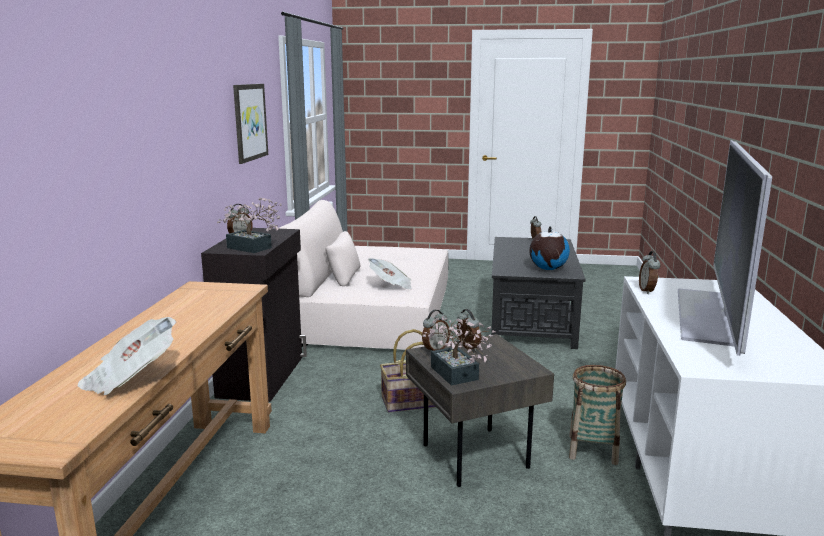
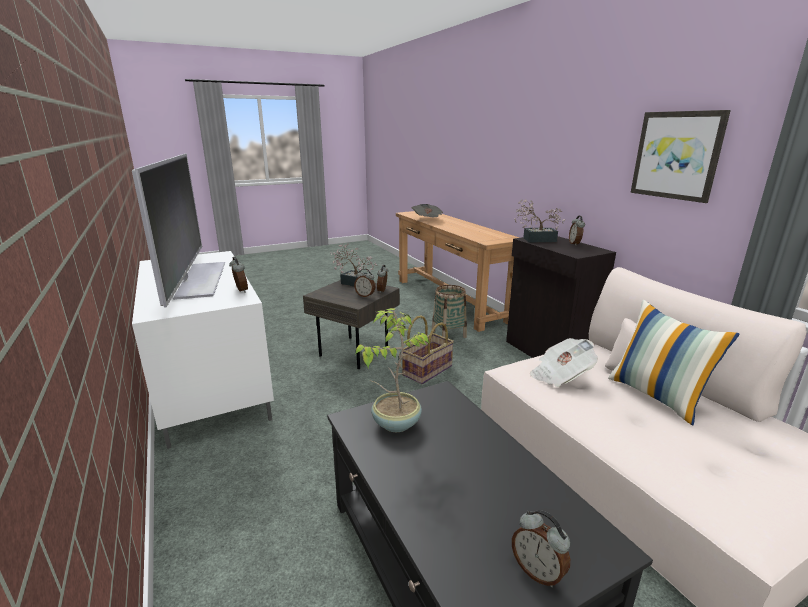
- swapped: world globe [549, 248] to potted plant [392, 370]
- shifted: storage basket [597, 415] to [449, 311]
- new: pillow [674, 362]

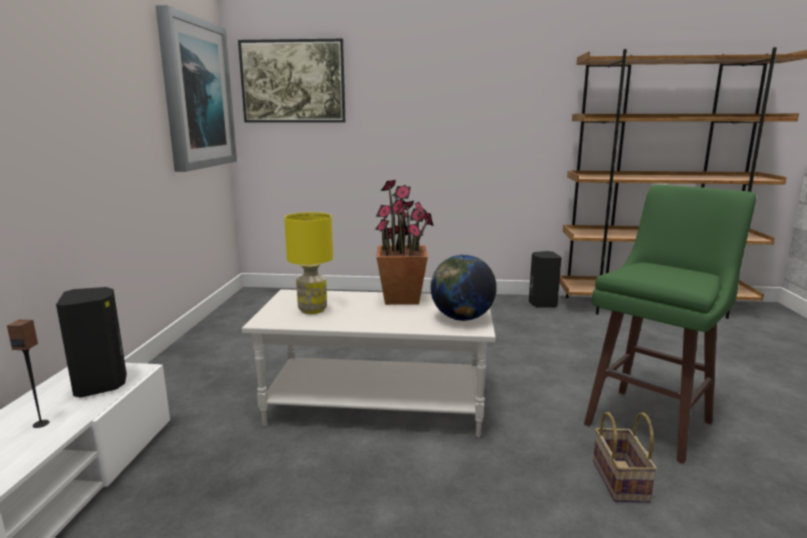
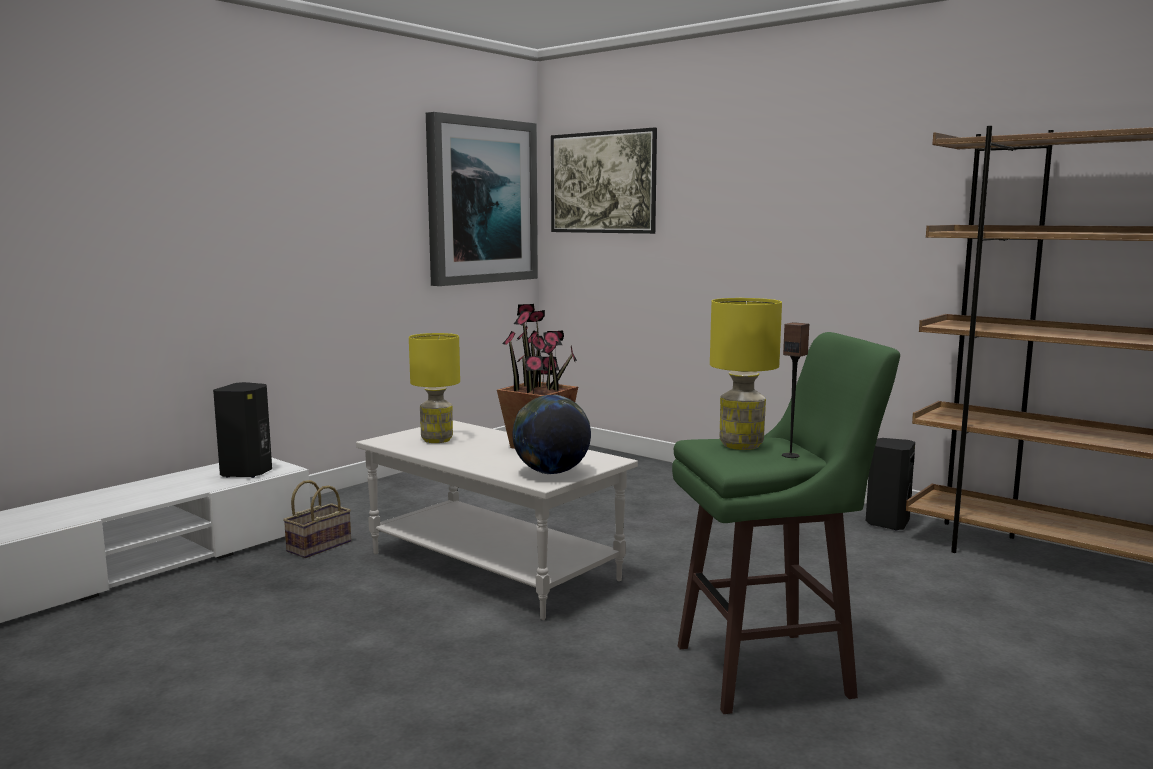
- shifted: loudspeaker [28, 374] to [795, 390]
- shifted: storage basket [625, 457] to [317, 519]
- new: tabletop lamp (yellowish) [746, 374]

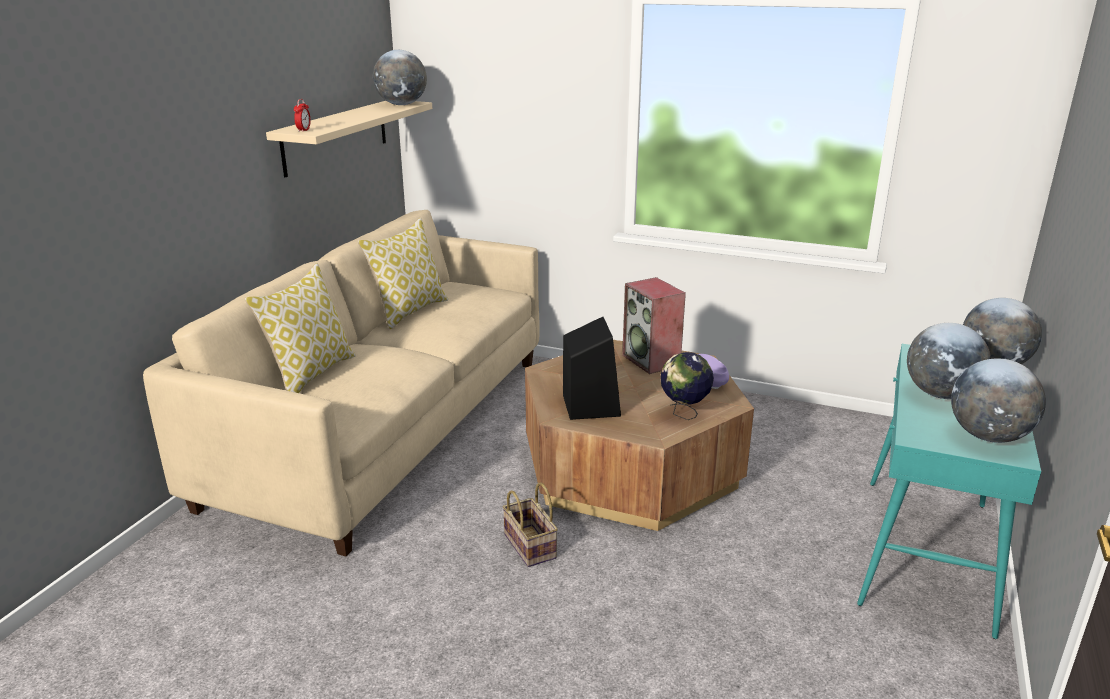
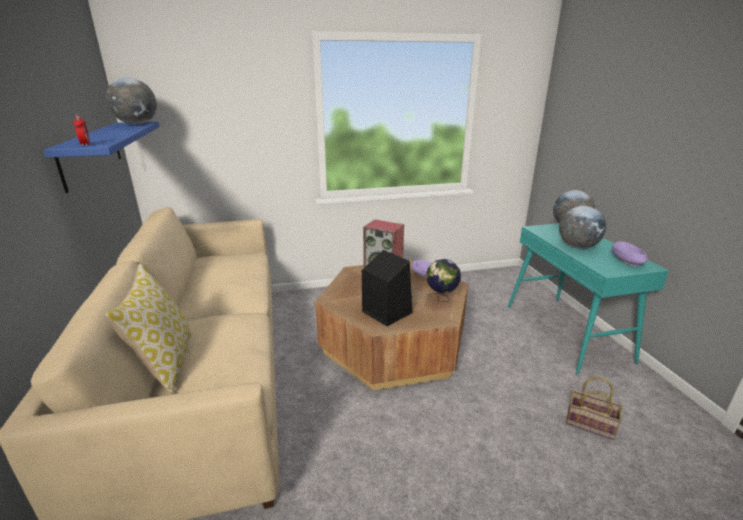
- repainted: shelf (beige) [349, 139] to shelf (blue) [101, 157]
- gone: pillow [403, 273]
- swapped: world globe [998, 400] to deep dish (purple) [630, 254]
- shifted: storage basket [530, 524] to [594, 408]

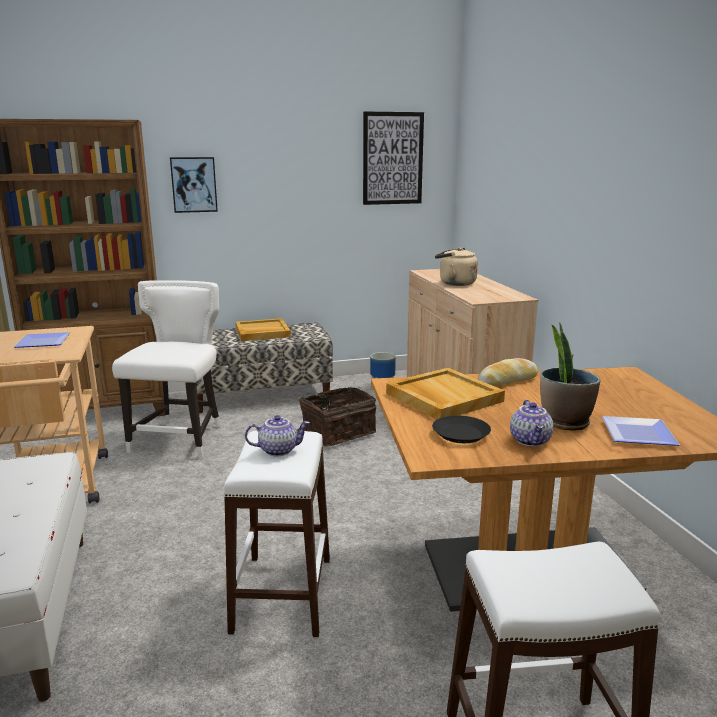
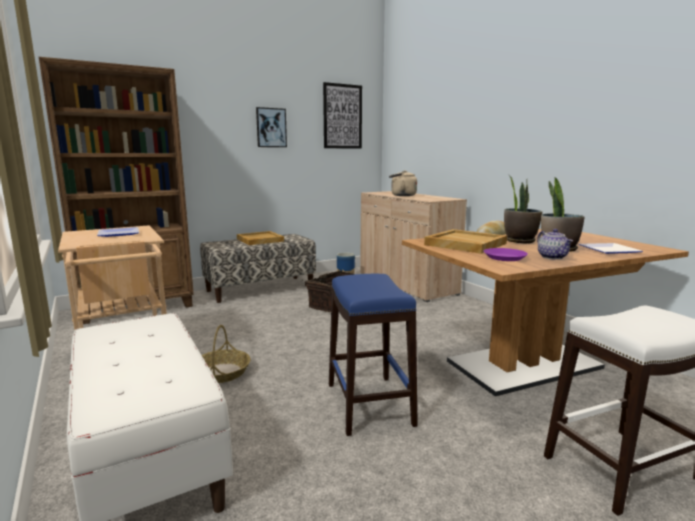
- shifted: wall picture [194, 185] to [271, 127]
- gone: chair (whitish) [166, 369]
- gone: teapot [277, 435]
- repainted: flat dish (black-coloured) [461, 429] to flat dish (purple) [506, 254]
- repainted: sitting stool (whitish) [277, 534] to sitting stool (blue) [373, 355]
- new: potted plant [523, 209]
- new: storage basket [226, 354]

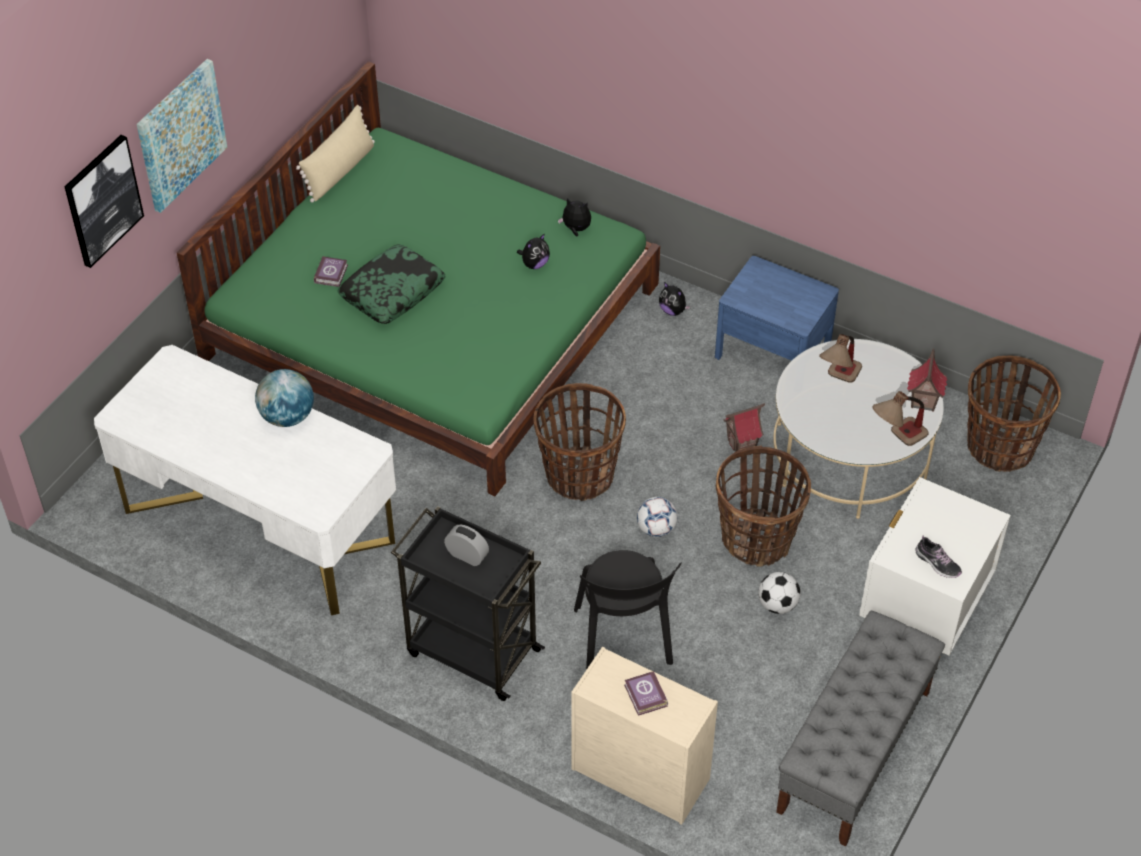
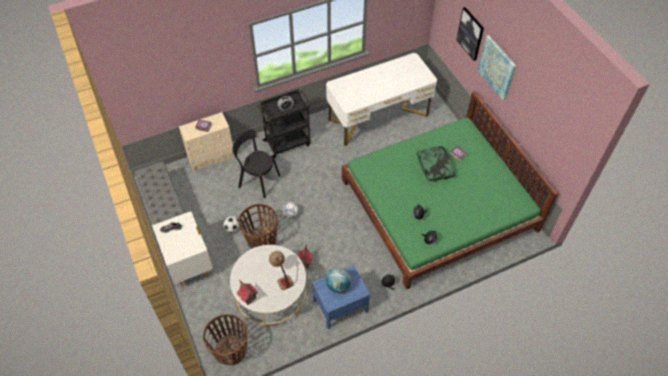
- gone: pillow (beige) [335, 154]
- shifted: world globe [284, 398] to [338, 280]
- gone: storage basket [580, 442]
- gone: tabletop lamp [901, 418]

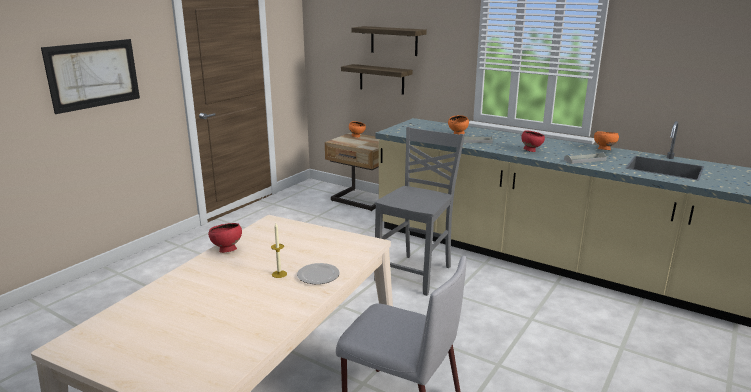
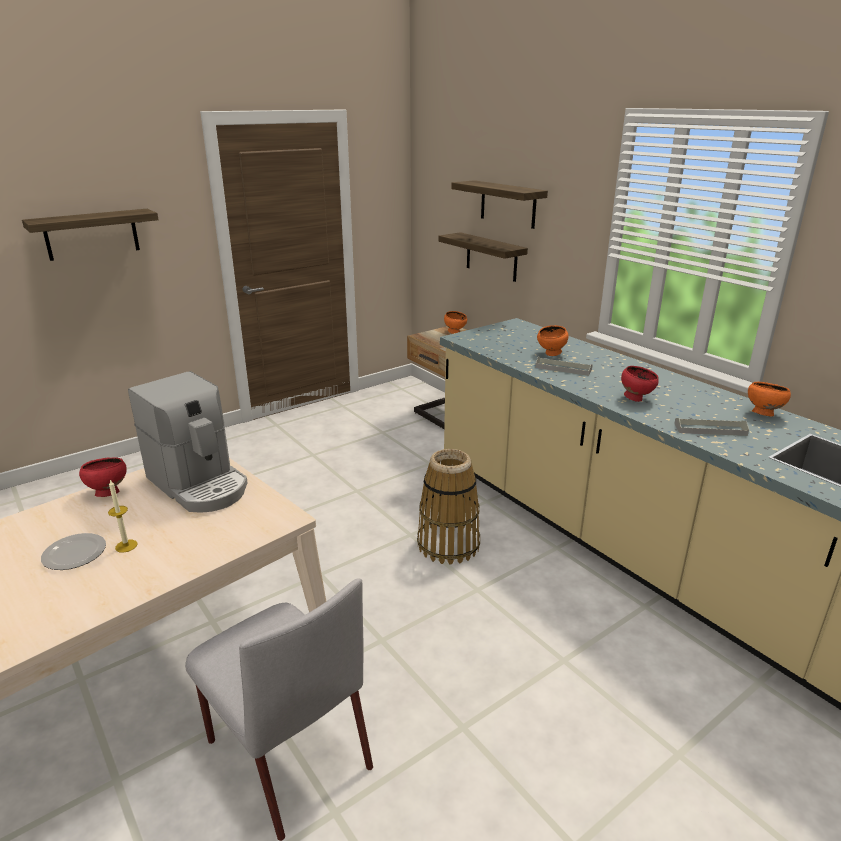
- swapped: wall picture [90, 76] to shelf [90, 235]
- swapped: chair (gray) [419, 211] to storage basket [448, 507]
- shifted: flat dish [318, 273] to [73, 551]
- new: coffee brewer [188, 442]

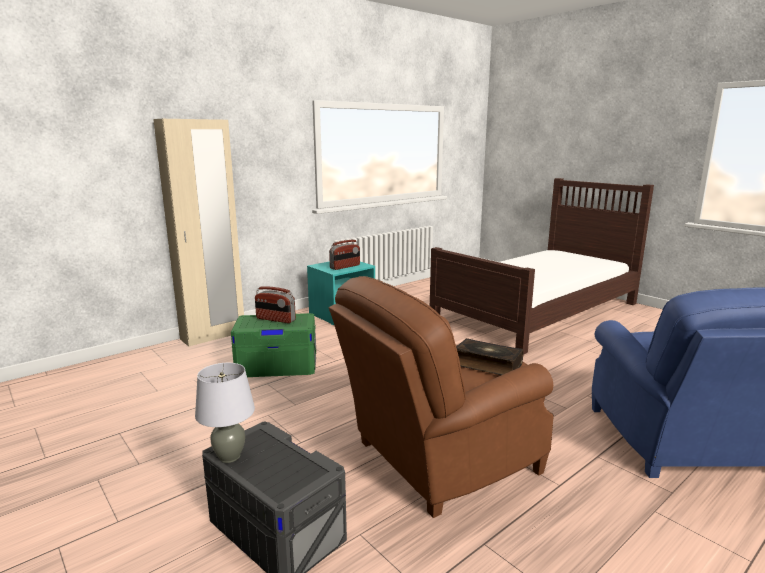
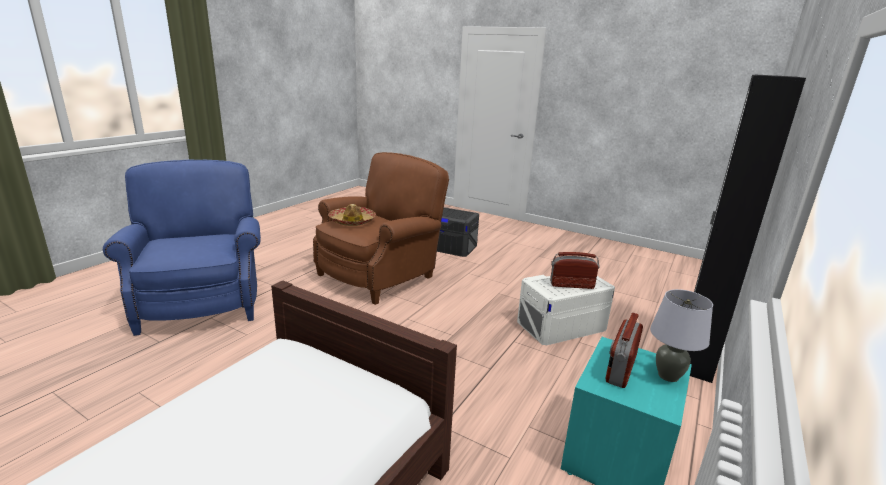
- repainted: wardrobe (beige) [198, 233] to wardrobe (black-coloured) [746, 228]
- repainted: storage bin (green) [273, 345] to storage bin (whitish) [566, 310]
- swapped: bound book [490, 356] to hat [352, 215]
- shifted: tabletop lamp (gray) [225, 413] to [681, 335]

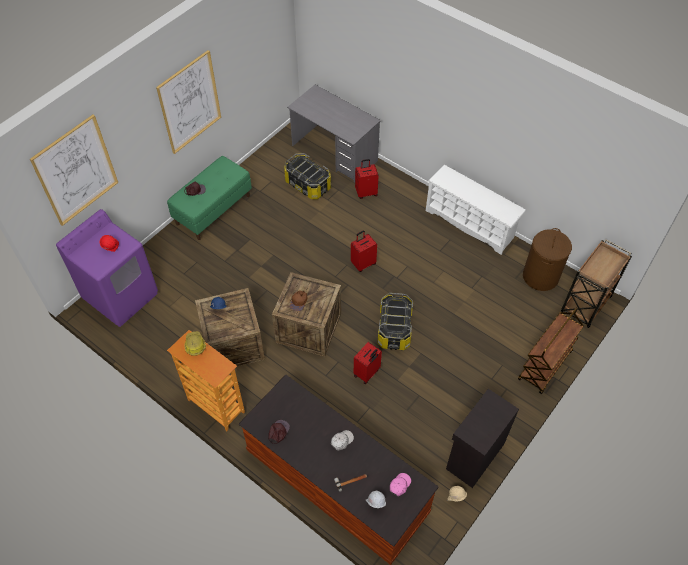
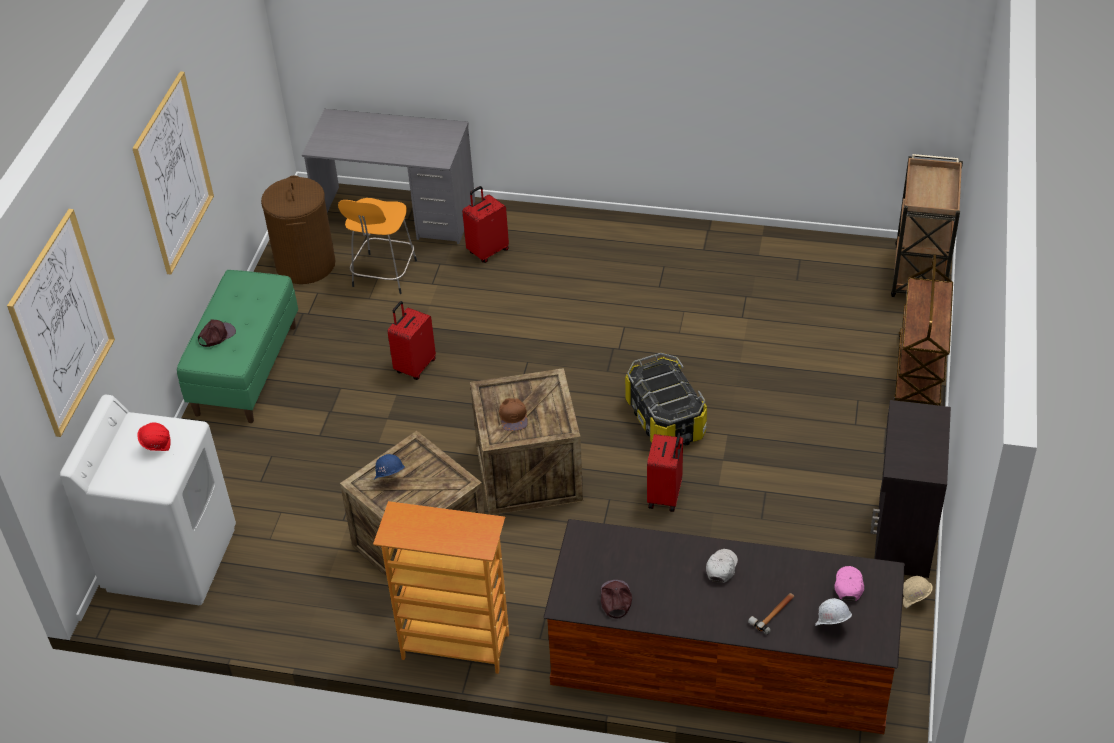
- swapped: storage bin [307, 176] to sitting stool (orange) [377, 246]
- gone: shoe shelf (whitish) [476, 210]
- repainted: laundry appliance (purple) [107, 268] to laundry appliance (whitish) [148, 500]
- shifted: hamper (brown) [547, 259] to [298, 229]
- shifted: suitcase (red) [364, 251] to [412, 340]
- gone: safety helmet [195, 343]

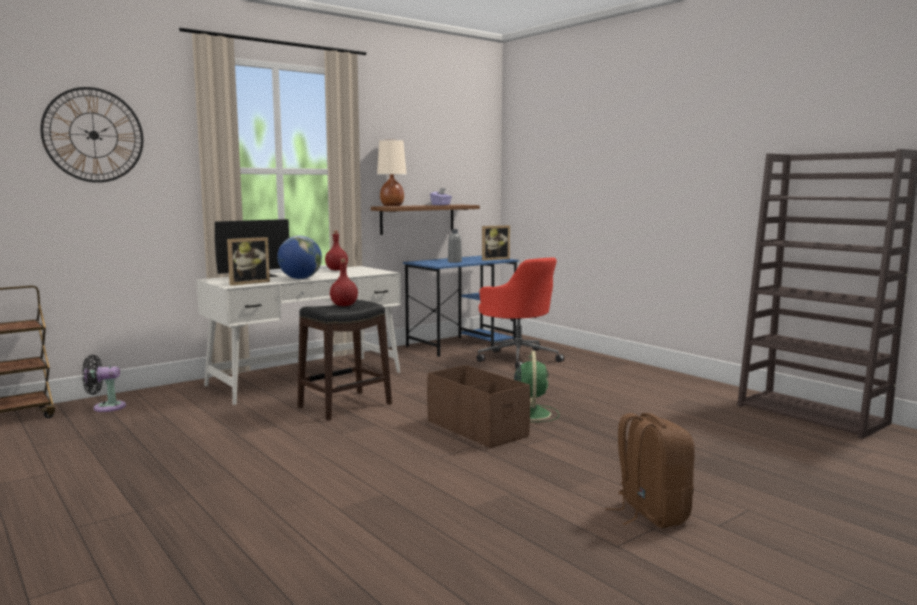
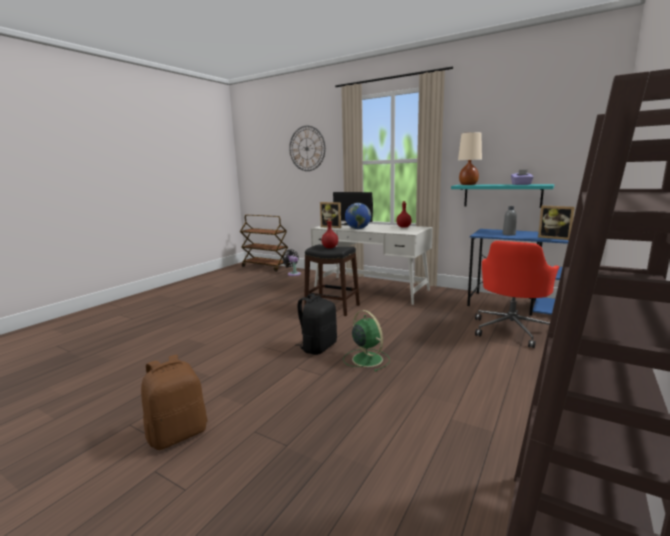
- repainted: shelf (brown) [425, 220] to shelf (turquoise-coloured) [503, 196]
- rotated: fan (green) [537, 386] = [366, 341] 105 degrees counterclockwise
- swapped: storage bin (brown) [478, 406] to knapsack (black-coloured) [316, 324]

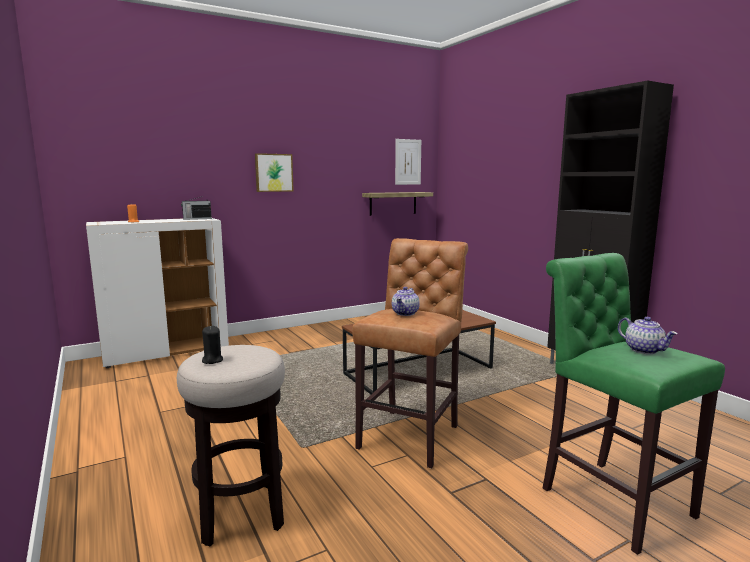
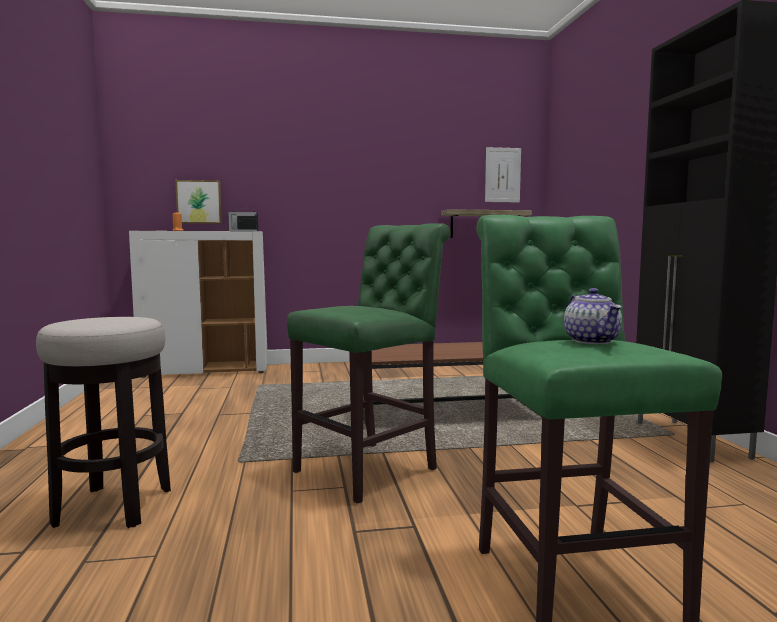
- shifted: wall picture [274, 172] to [198, 202]
- repainted: sitting stool (brown) [410, 353] to sitting stool (green) [368, 363]
- gone: teapot [406, 301]
- gone: wax light (black-coloured) [212, 345]

